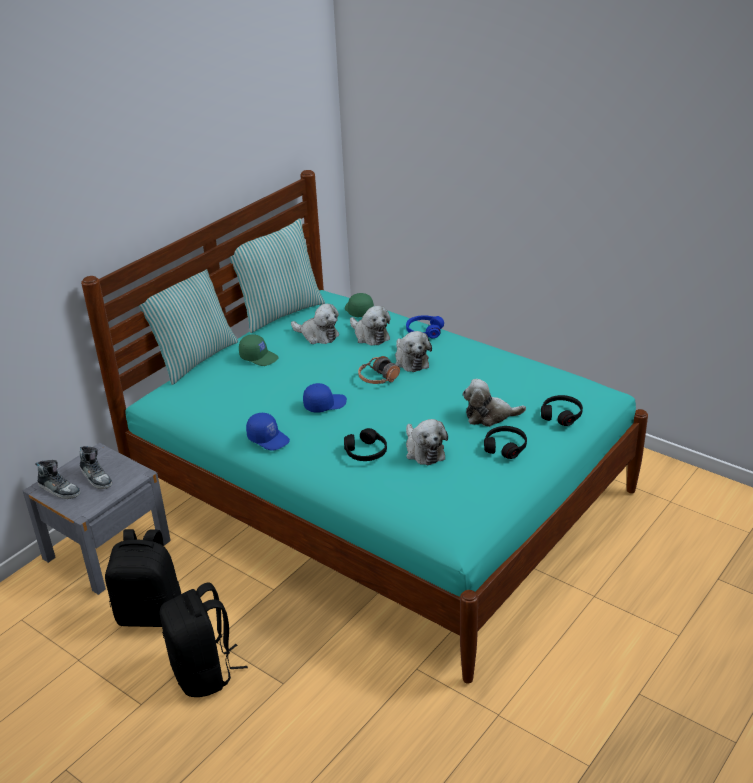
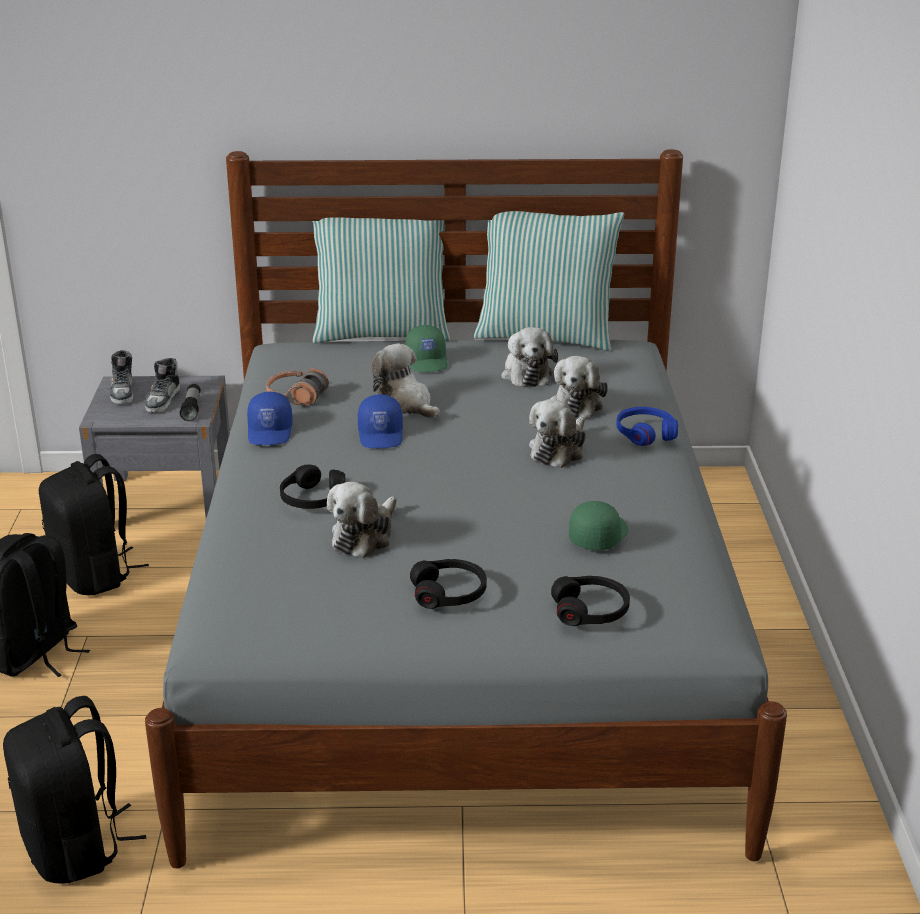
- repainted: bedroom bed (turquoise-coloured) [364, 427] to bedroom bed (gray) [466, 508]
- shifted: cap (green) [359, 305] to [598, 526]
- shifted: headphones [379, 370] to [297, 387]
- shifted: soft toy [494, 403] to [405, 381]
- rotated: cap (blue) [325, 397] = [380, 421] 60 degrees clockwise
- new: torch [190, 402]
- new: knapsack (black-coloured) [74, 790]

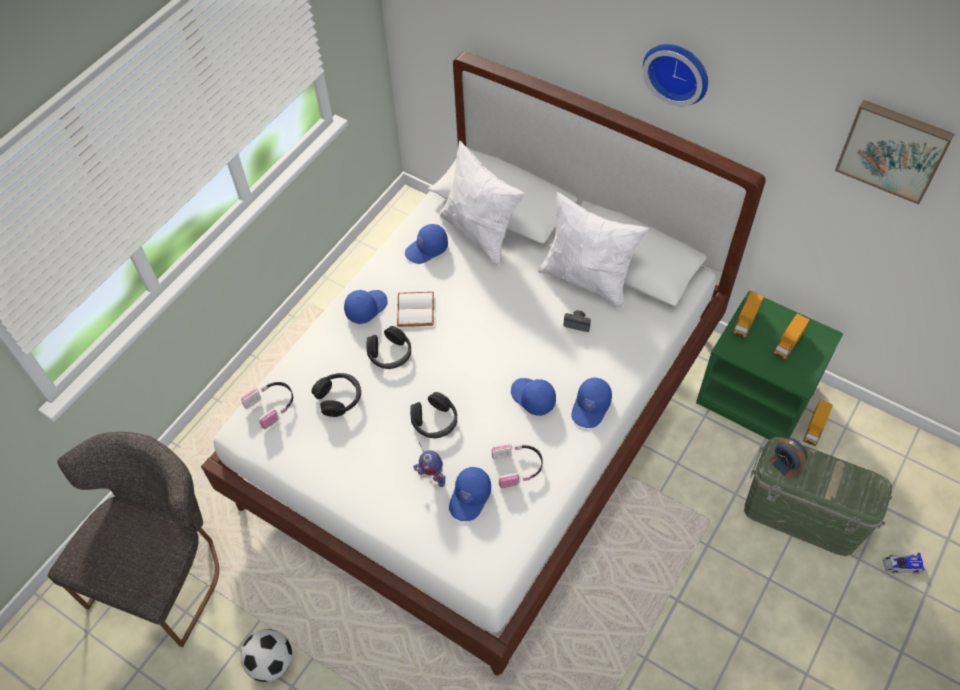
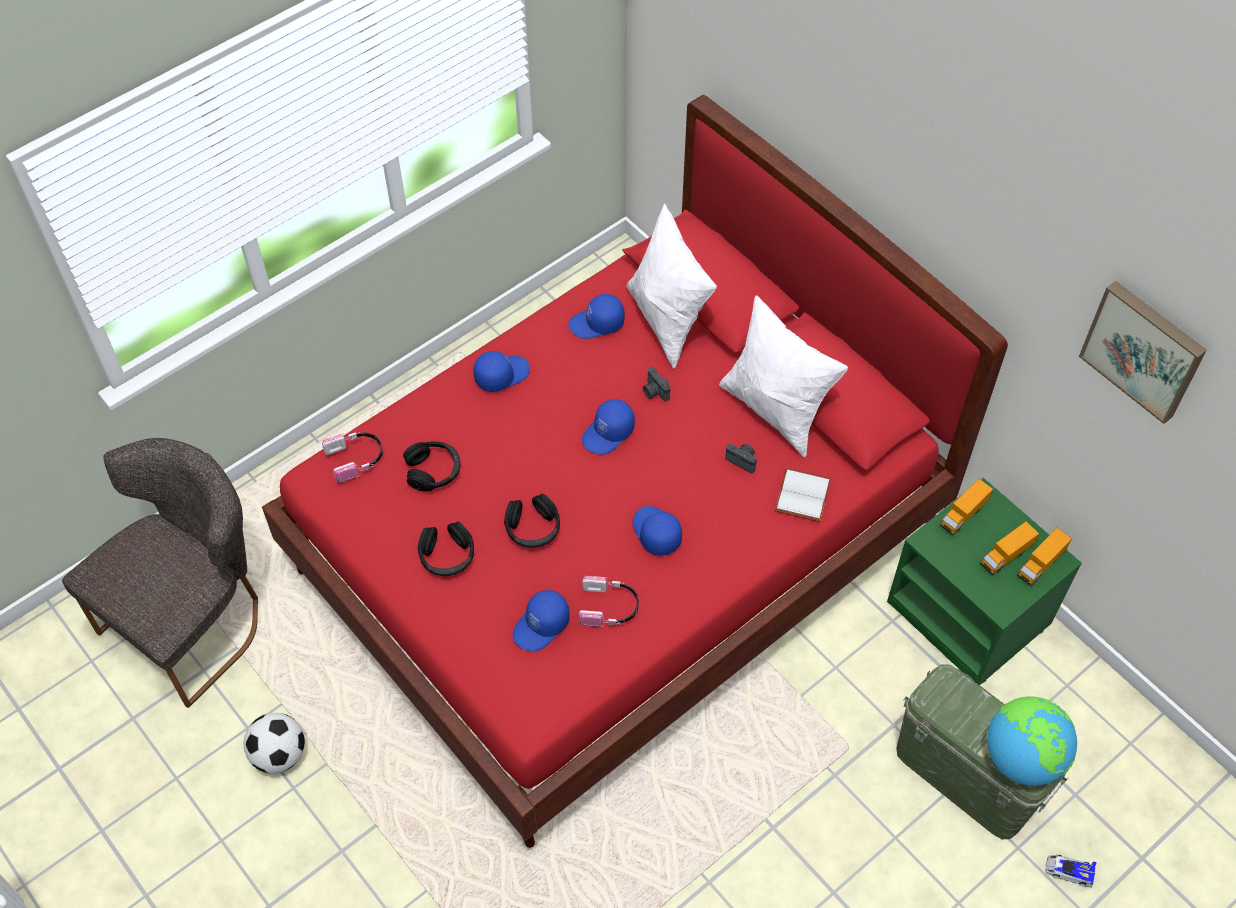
- gone: hanging clock [675, 75]
- repainted: bedroom bed (whitish) [483, 363] to bedroom bed (red) [635, 471]
- shifted: bound book (whitish) [415, 309] to [803, 495]
- shifted: headphones (black-coloured) [389, 347] to [446, 548]
- shifted: cap (blue) [591, 402] to [608, 427]
- shifted: toy lorry [818, 423] to [1044, 557]
- gone: alarm clock [788, 459]
- gone: toy robot [429, 464]
- new: photo camera [656, 384]
- new: world globe [1032, 741]

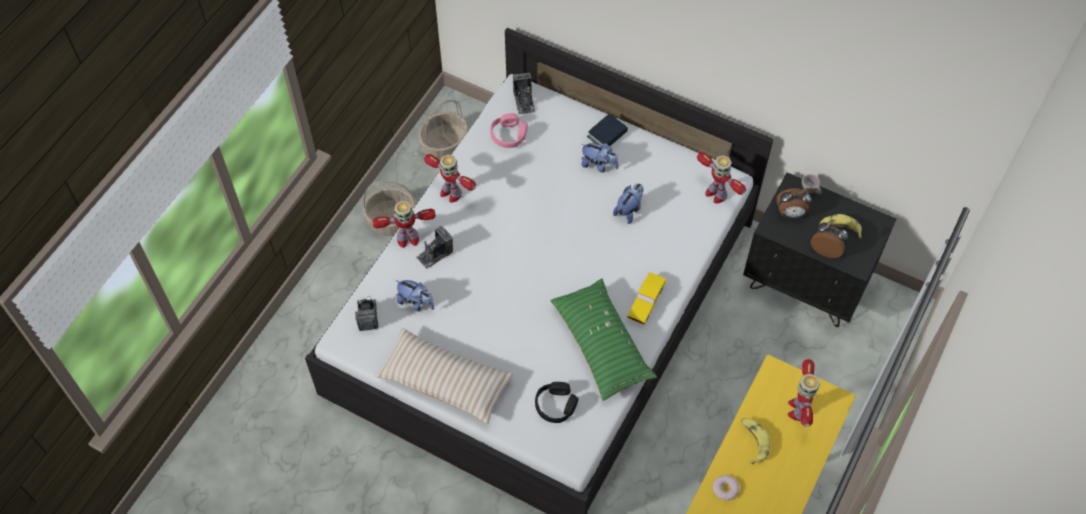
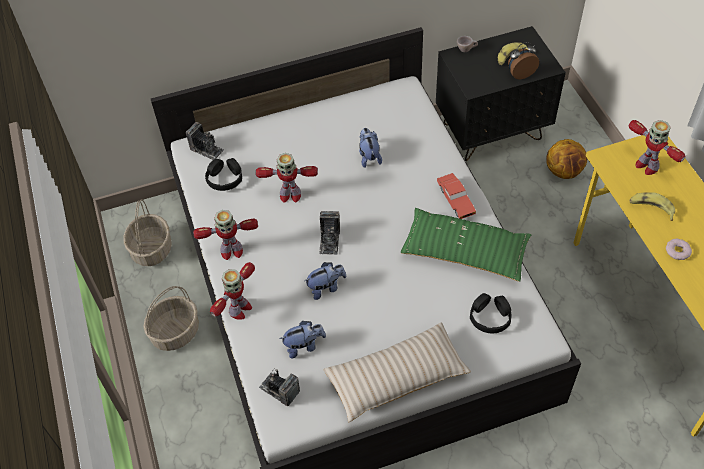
- repainted: headphones (pinkish) [509, 130] to headphones (black-coloured) [223, 174]
- gone: bound book [607, 129]
- shifted: soft toy [599, 157] to [325, 281]
- shifted: toy robot [721, 178] to [287, 178]
- gone: alarm clock [794, 203]
- shifted: photo camera [434, 247] to [329, 233]
- repainted: toy car (yellowish) [647, 298] to toy car (red) [456, 196]
- new: ball for basketball [566, 159]

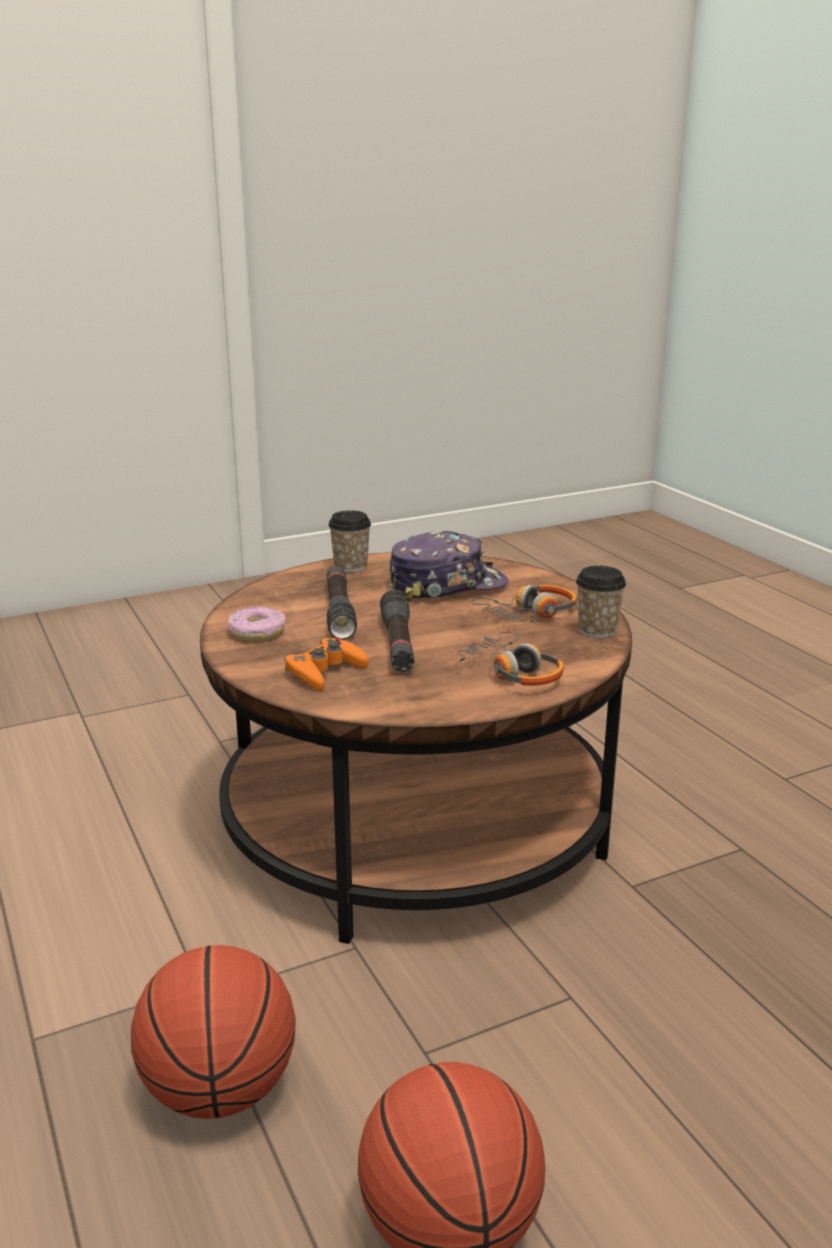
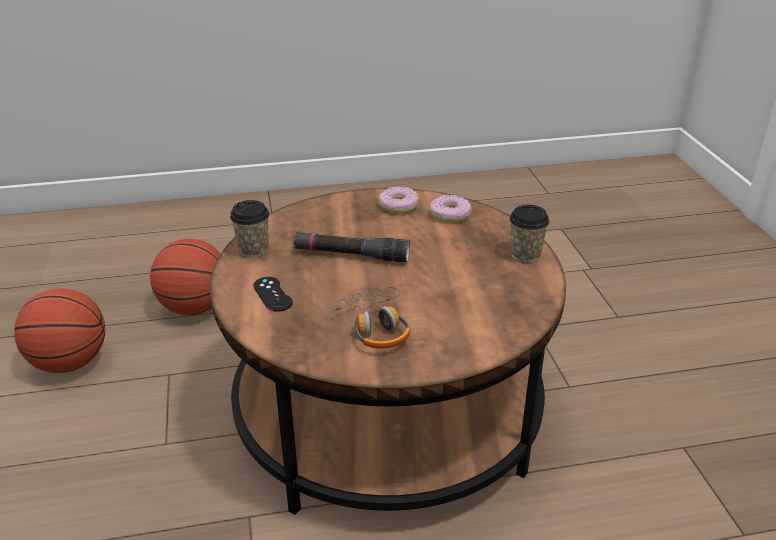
- gone: cap [448, 566]
- gone: torch (black-coloured) [341, 603]
- shifted: drinking cup [601, 602] to [249, 229]
- swapped: headphones [509, 659] to game controller (black-coloured) [273, 294]
- gone: game controller (orange) [326, 664]
- new: ring doughnut [451, 208]

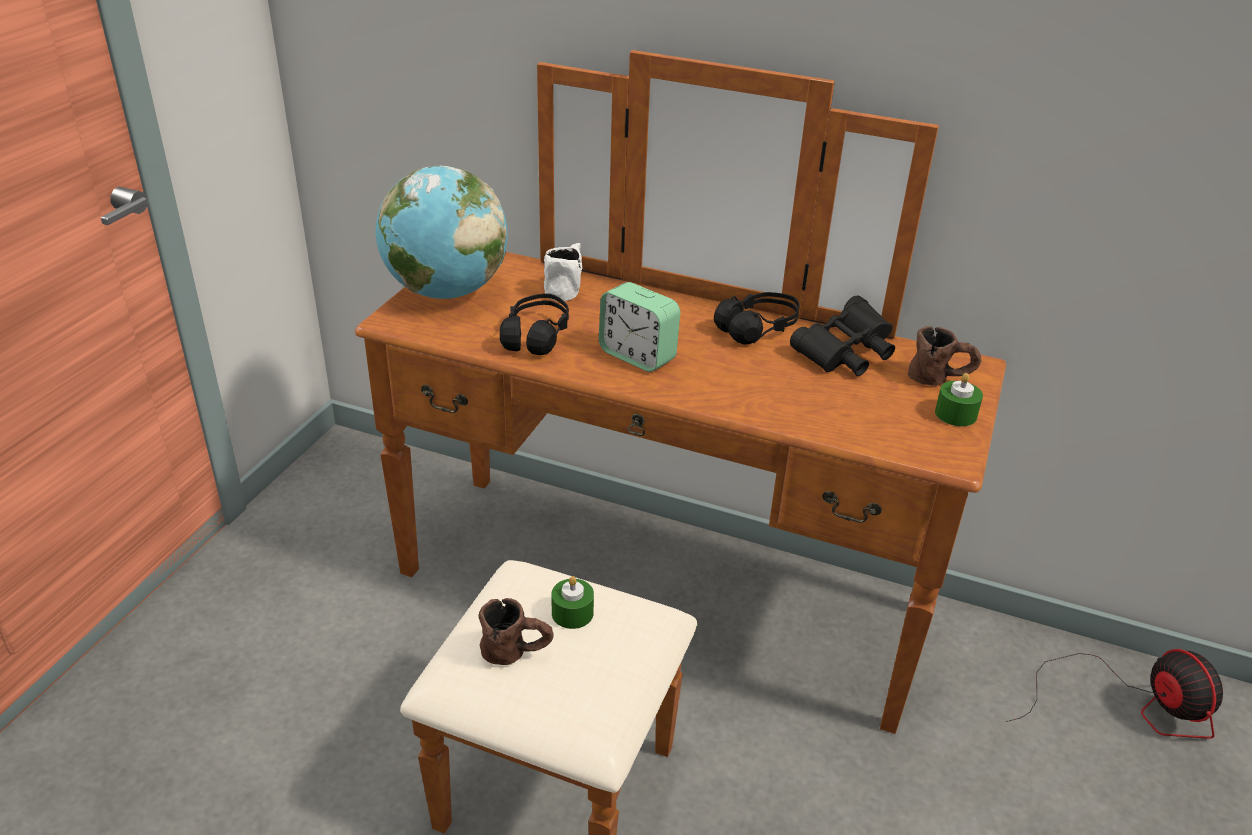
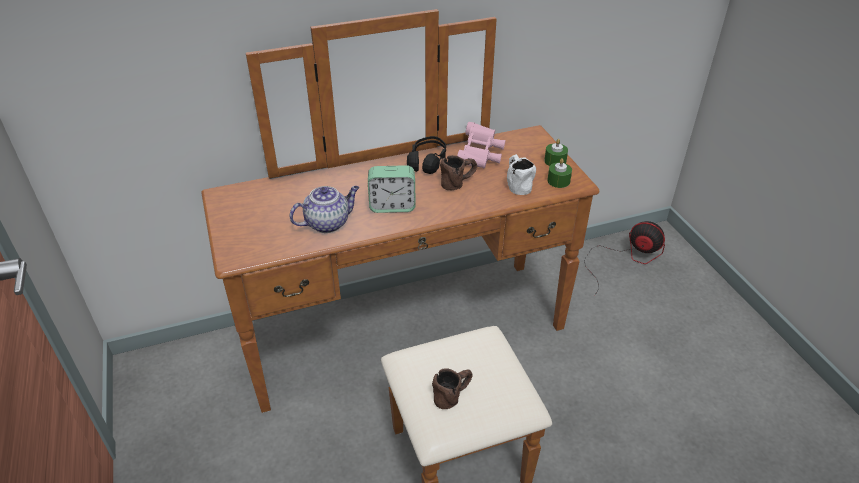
- gone: world globe [442, 232]
- shifted: mug (whitish) [563, 272] to [521, 174]
- swapped: headphones (black-coloured) [534, 324] to teapot [324, 209]
- repainted: pair of binoculars (black-coloured) [842, 336] to pair of binoculars (pinkish) [481, 145]
- shifted: mug (brown) [944, 356] to [458, 172]
- shifted: wax light (green) [572, 602] to [559, 173]

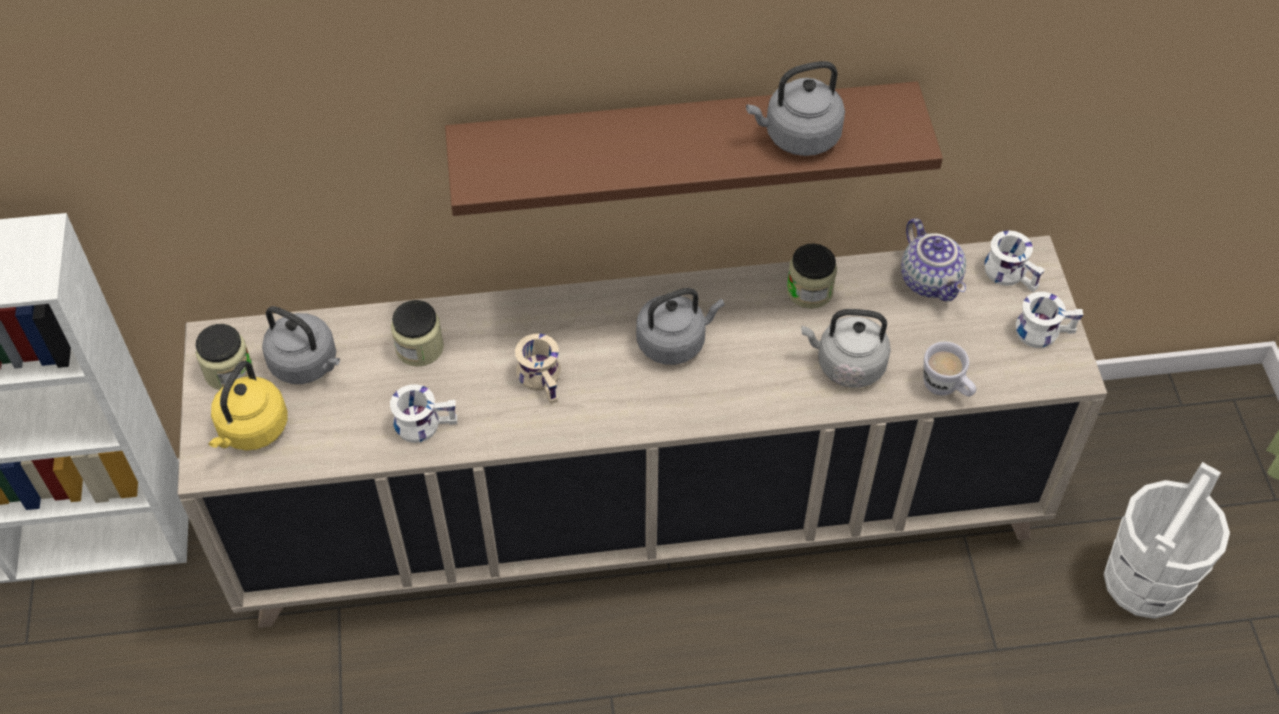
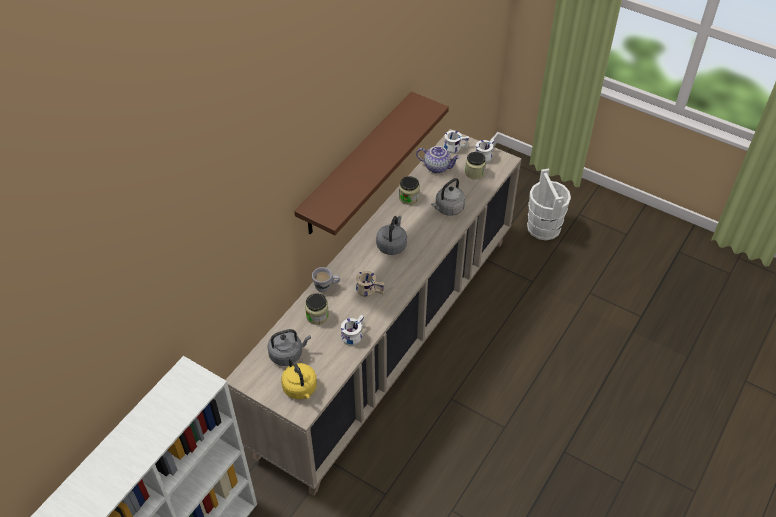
- gone: water kettle (gray) [795, 108]
- shifted: preserve jar [224, 357] to [475, 165]
- shifted: mug (whitish) [949, 369] to [326, 279]

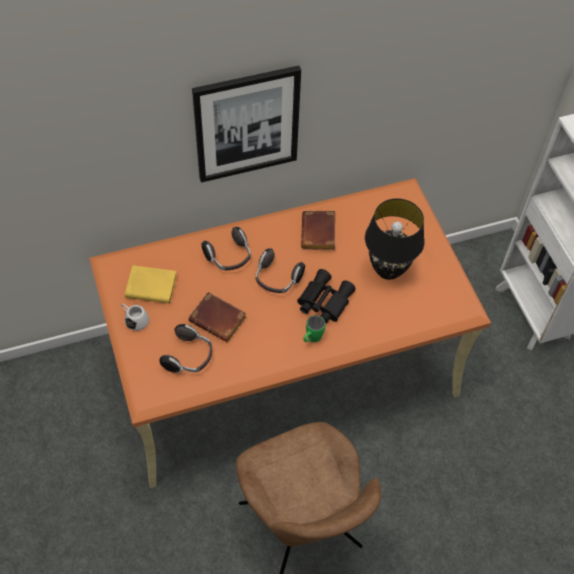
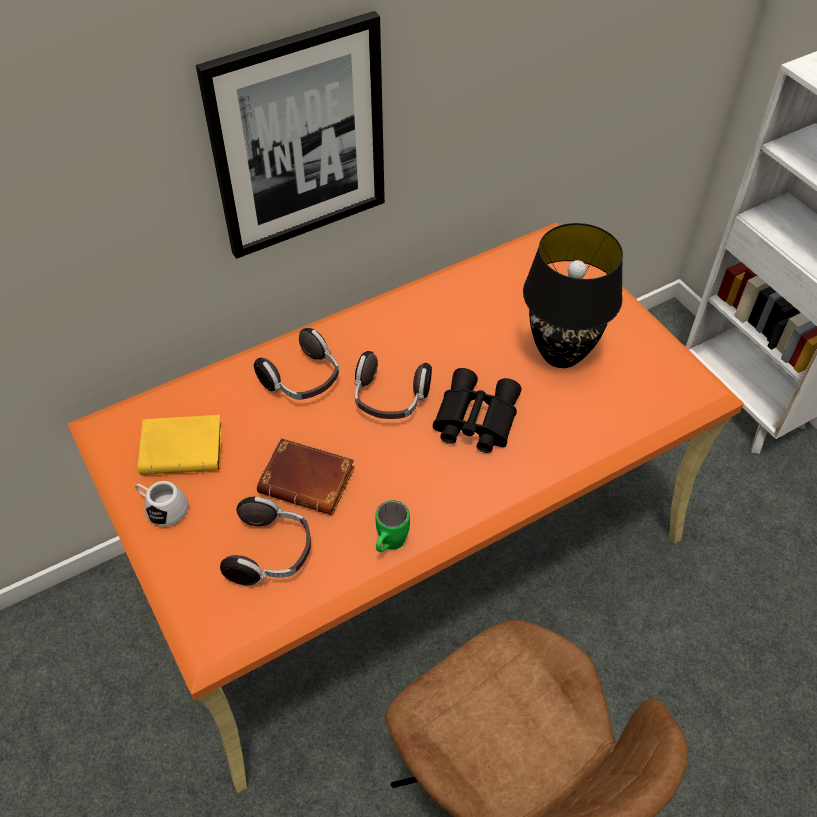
- gone: bound book (brown) [318, 230]
- shifted: mug (green) [314, 328] to [392, 526]

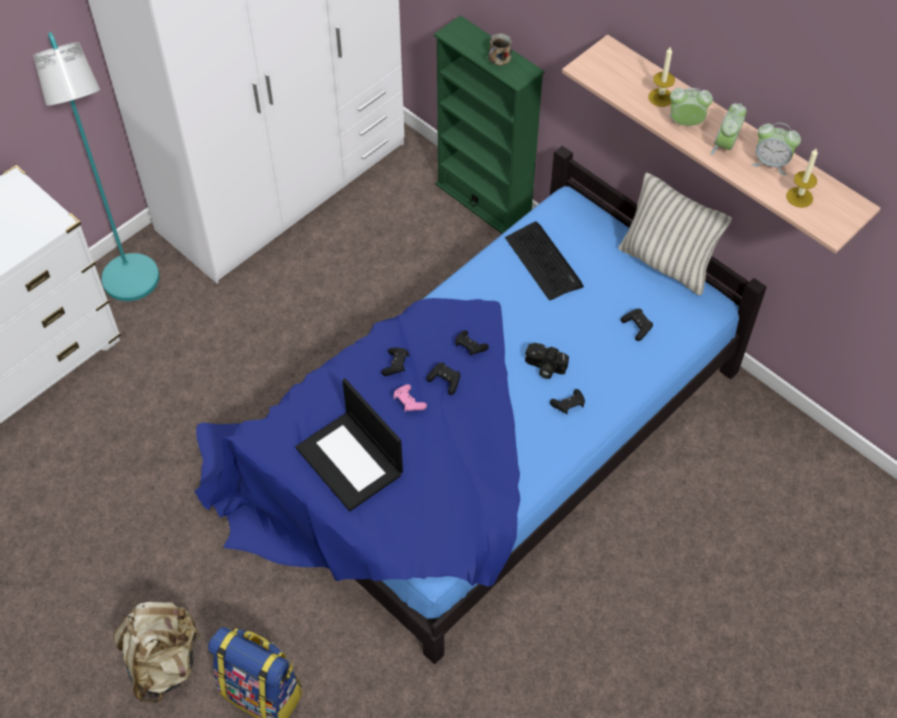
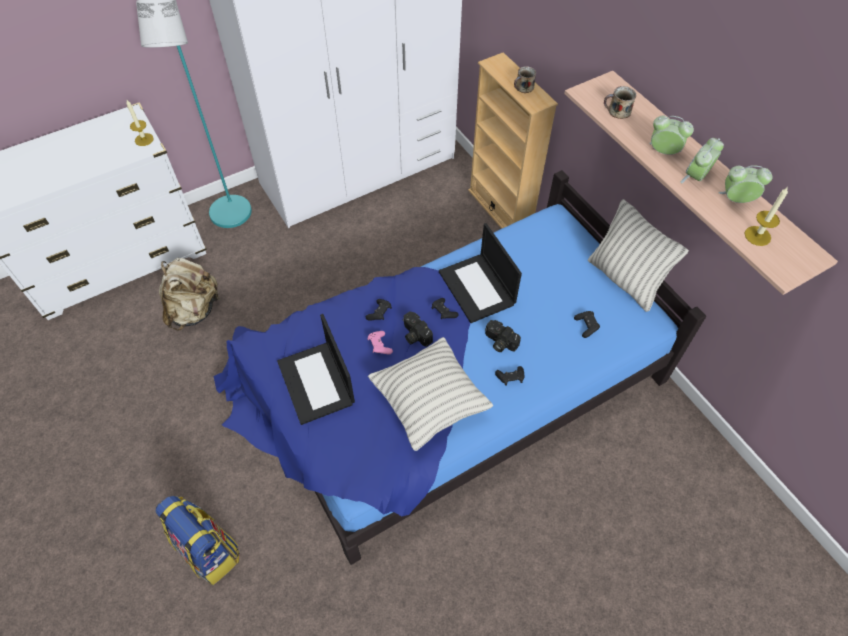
- repainted: shelving unit (green) [489, 124] to shelving unit (beige) [513, 140]
- shifted: wax light [661, 76] to [140, 123]
- rotated: alarm clock [776, 149] = [745, 184] 150 degrees clockwise
- gone: keyboard [544, 261]
- swapped: game controller (black-coloured) [443, 379] to photo camera [418, 329]
- shifted: knapsack (beige) [157, 652] to [189, 294]
- new: mug [620, 102]
- new: laptop [480, 273]
- new: pillow [430, 394]

